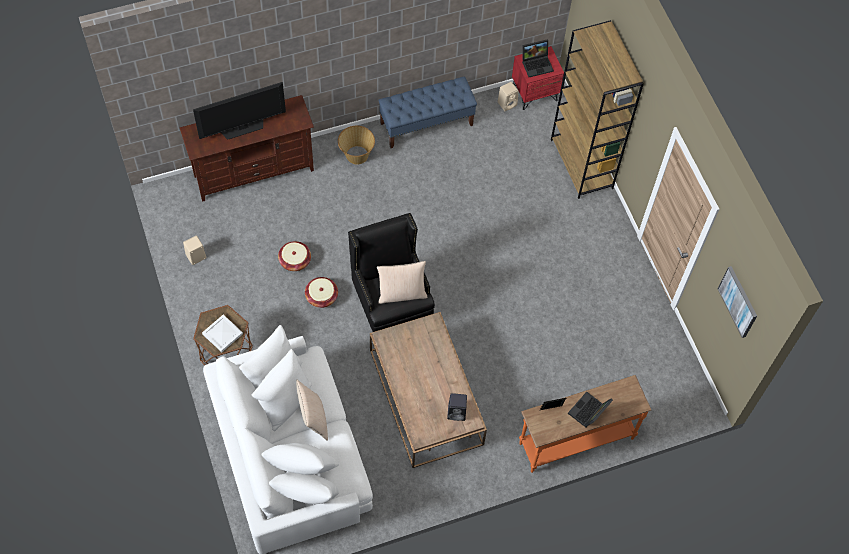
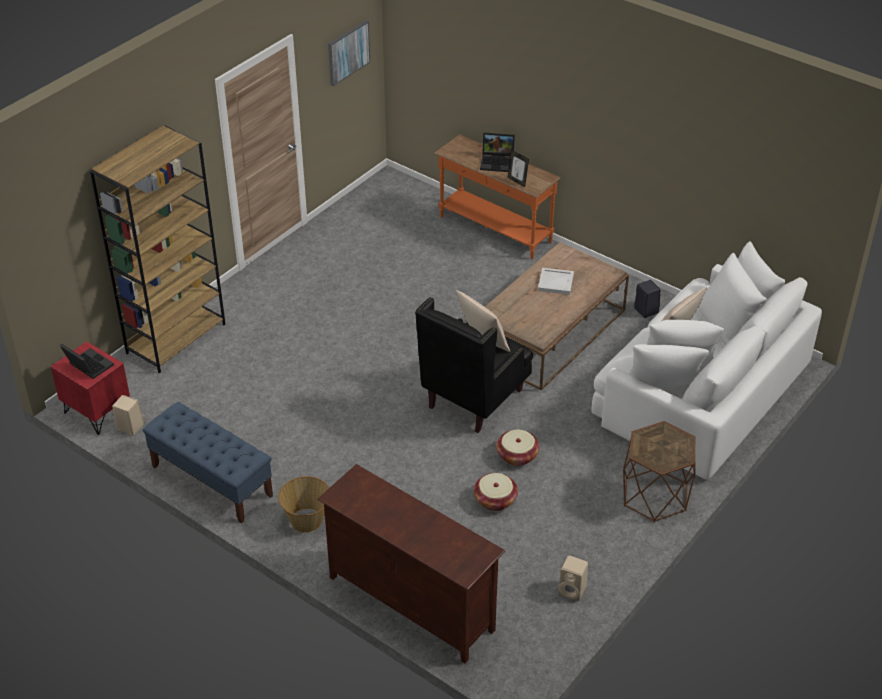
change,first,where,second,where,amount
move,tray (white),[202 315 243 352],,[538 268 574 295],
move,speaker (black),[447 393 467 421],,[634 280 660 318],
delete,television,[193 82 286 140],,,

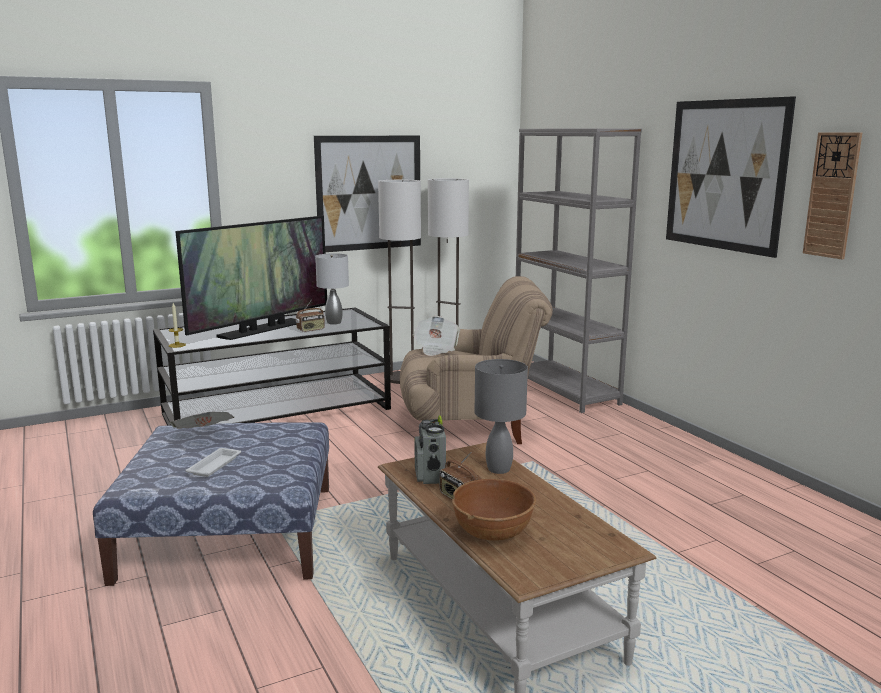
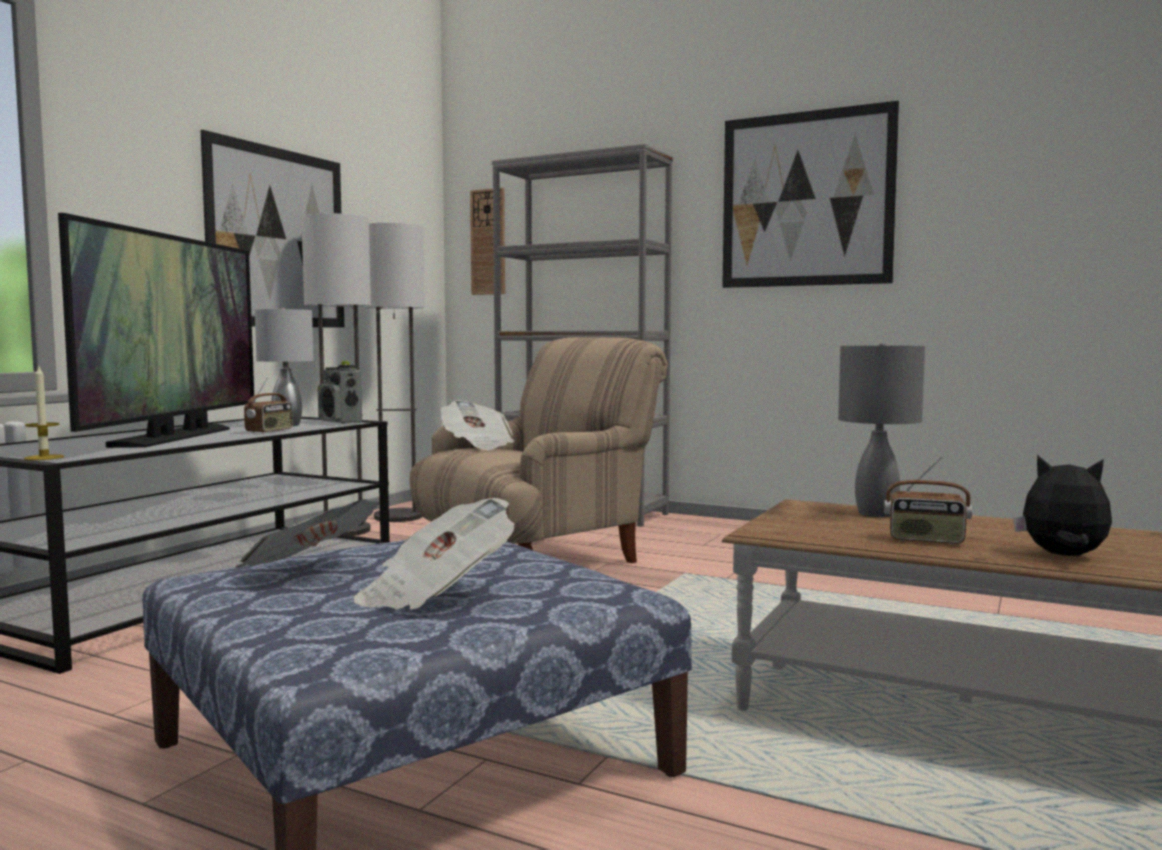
change,first,where,second,where,amount
move,radio,[414 415 446 484],,[318 361 362 424],
replace,tray (white),[186 448 241 477],newspaper,[354 498 515 610],
move,wall clock,[803 132 862 259],,[470 188 505 295],
replace,bowl (brown),[452 479 536 541],plush toy,[1013 455 1112 556],

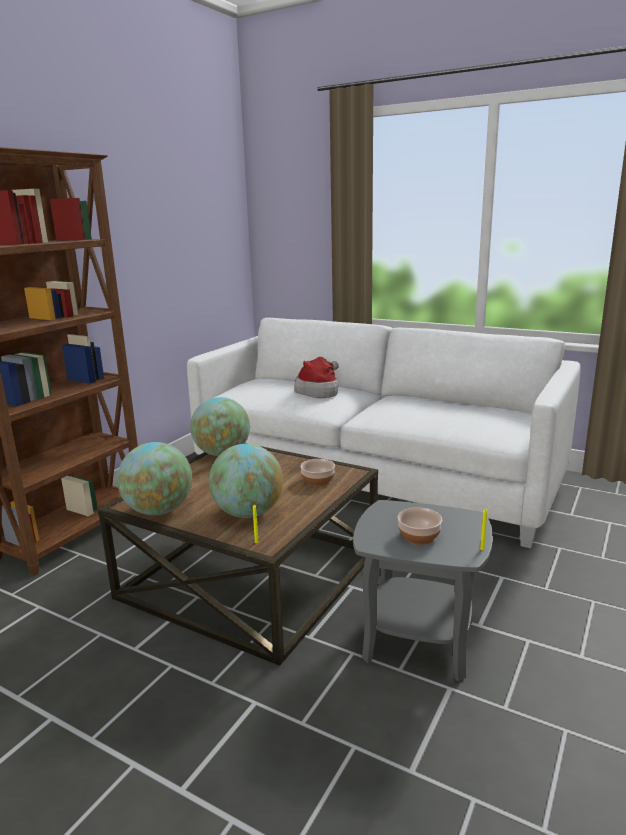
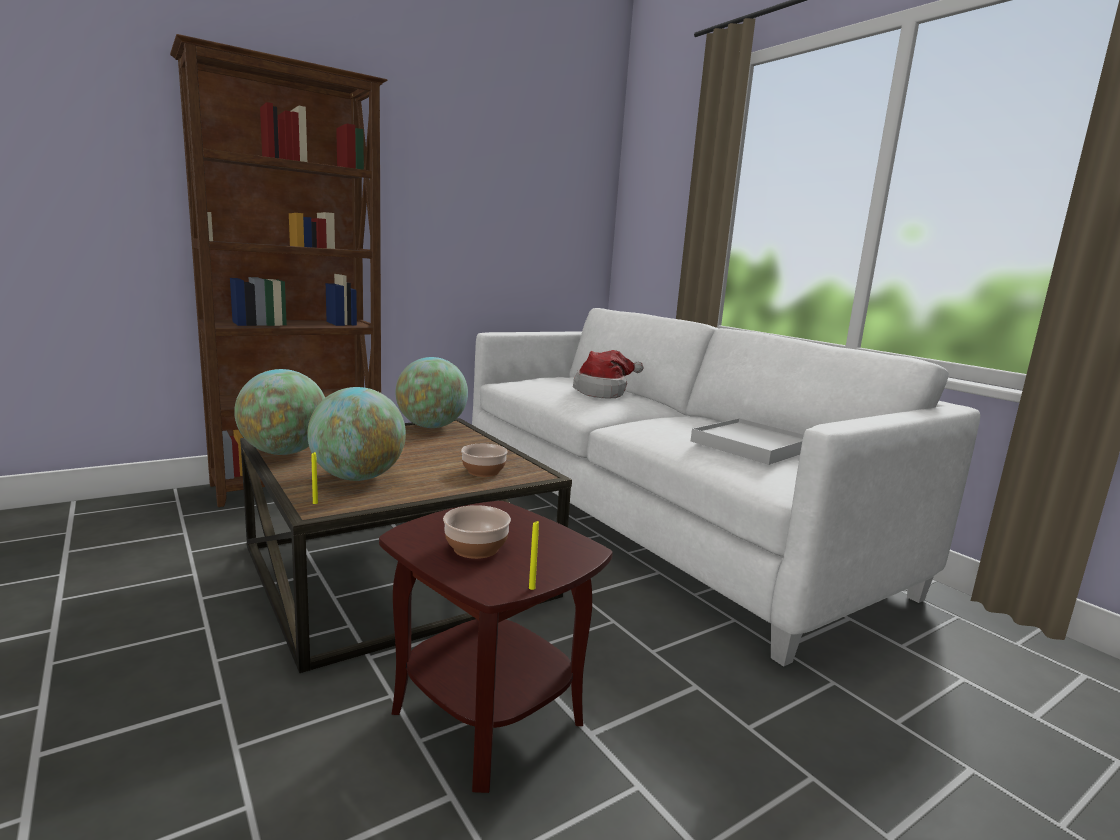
change,first,where,second,where,amount
recolor,side table (grey),[353 500 493 681],side table (brown),[379 501 613 793],
insert,,,tray (white),[691 418 804 465],

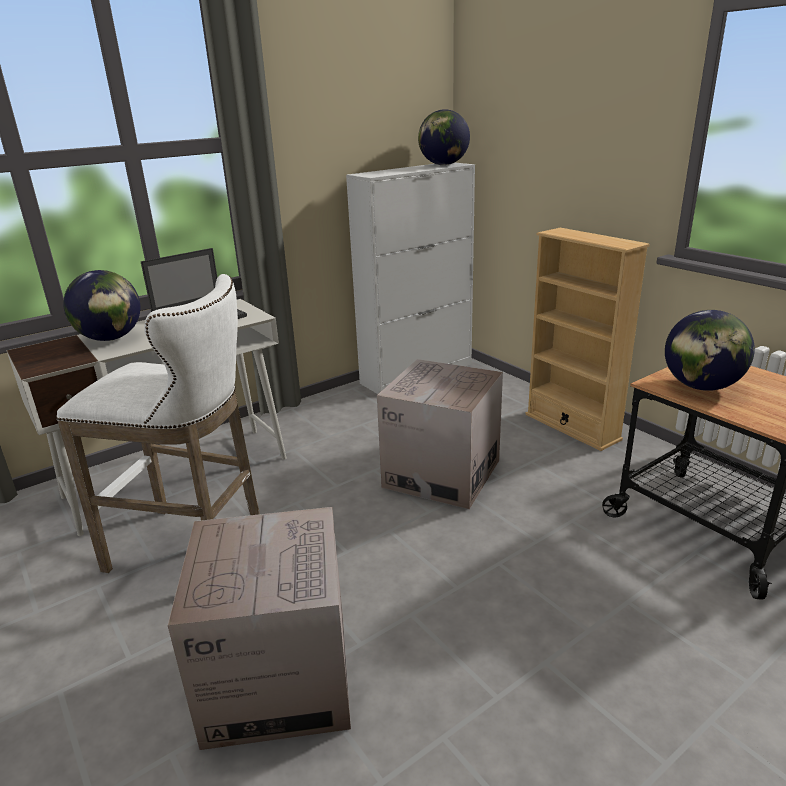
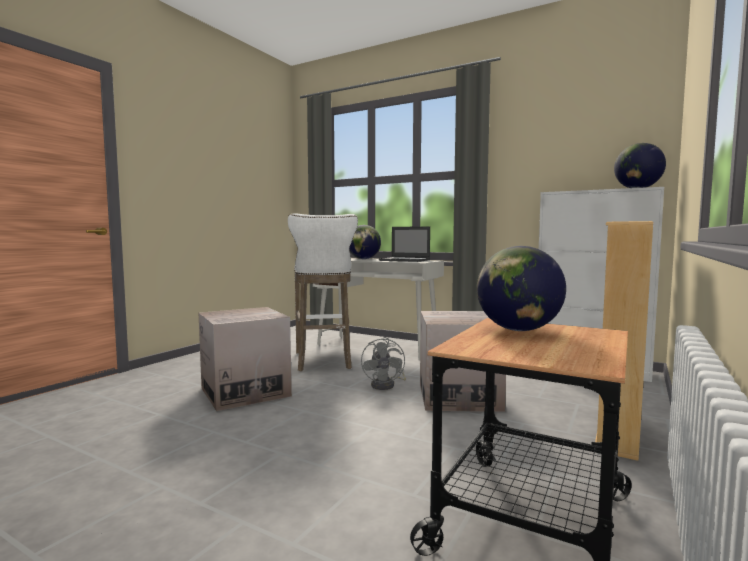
change,first,where,second,where,amount
insert,,,fan (grey),[361 337 406 390],

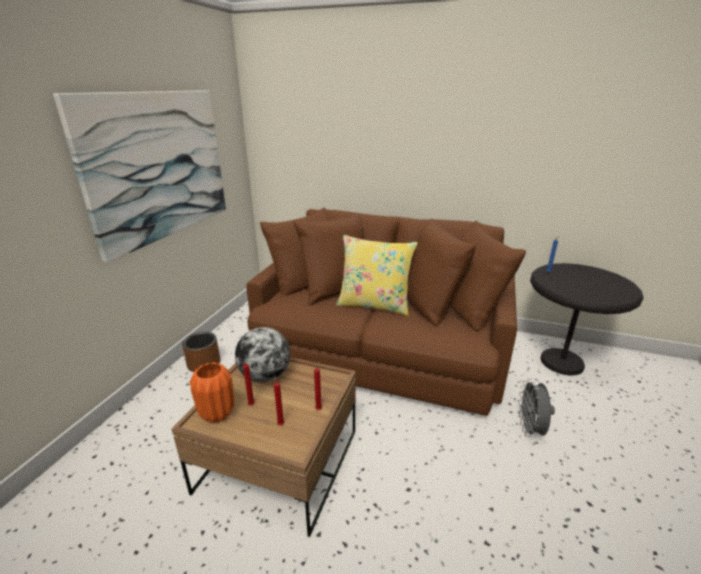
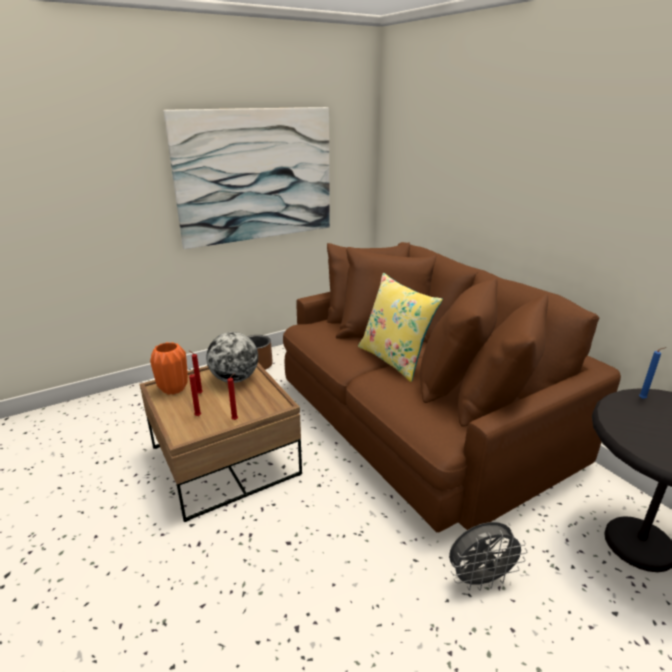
change,first,where,second,where,amount
rotate,fan (grey),[518 379 555 437],,[449 522 528 591],150 degrees counterclockwise

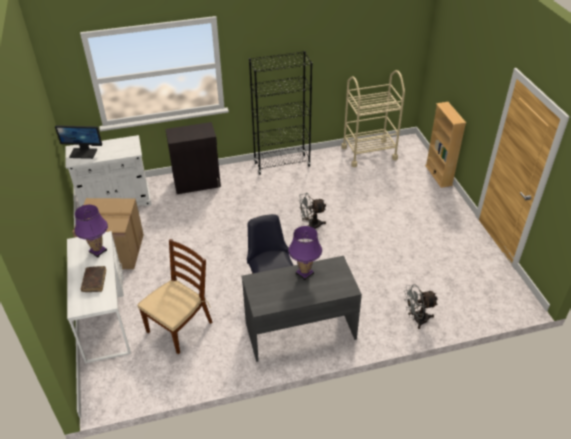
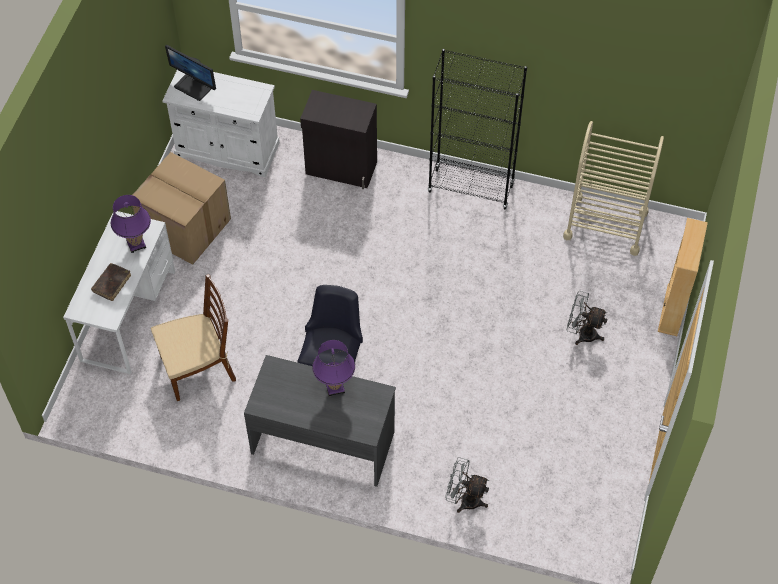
change,first,where,second,where,amount
move,fan (grey),[299 193 326 229],,[567 291 607 345],

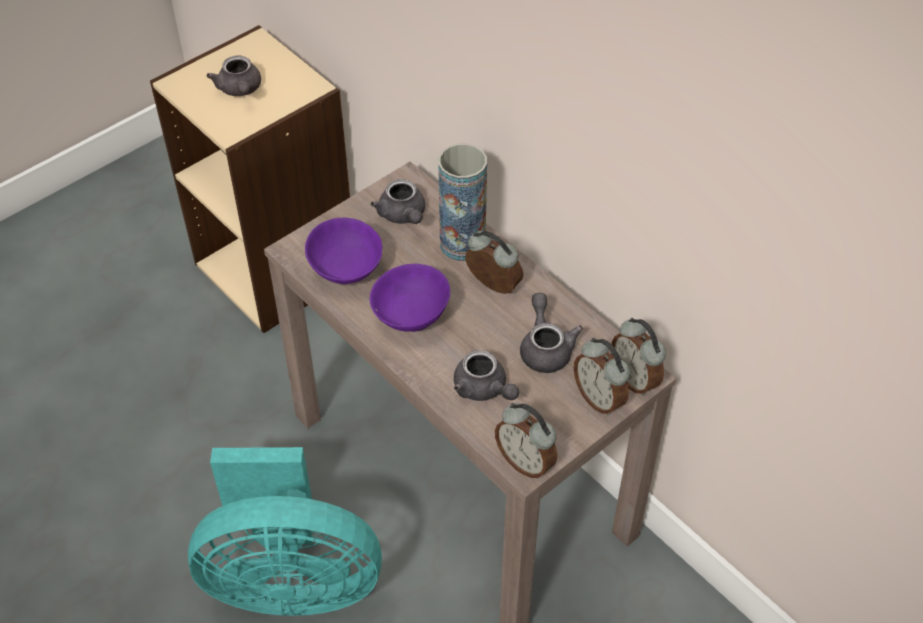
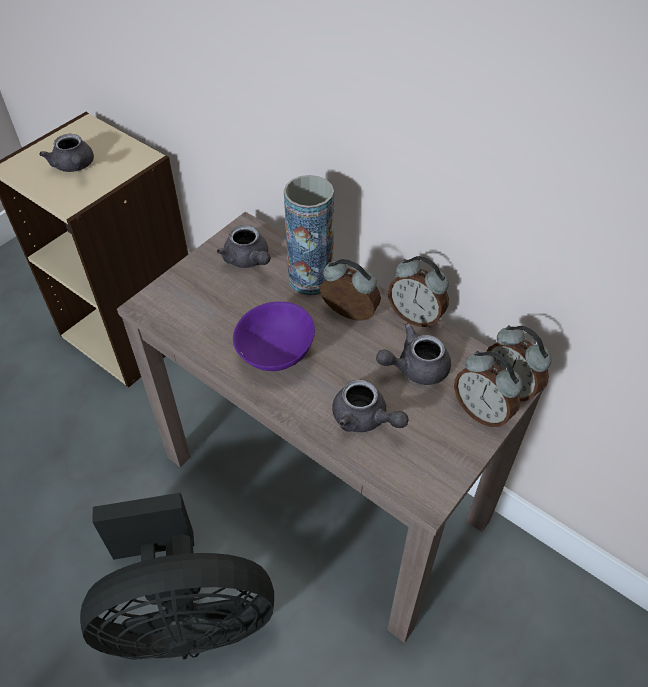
change,first,where,second,where,amount
recolor,fan (turquoise),[188 447 382 616],fan (black),[80 493 274 660],
rotate,teapot (grey),[520 293 583 373],,[376 323 451 385],90 degrees counterclockwise
move,alarm clock,[495 403 557 479],,[388 256 449 328],
delete,bowl (purple),[305 218 382 284],,,

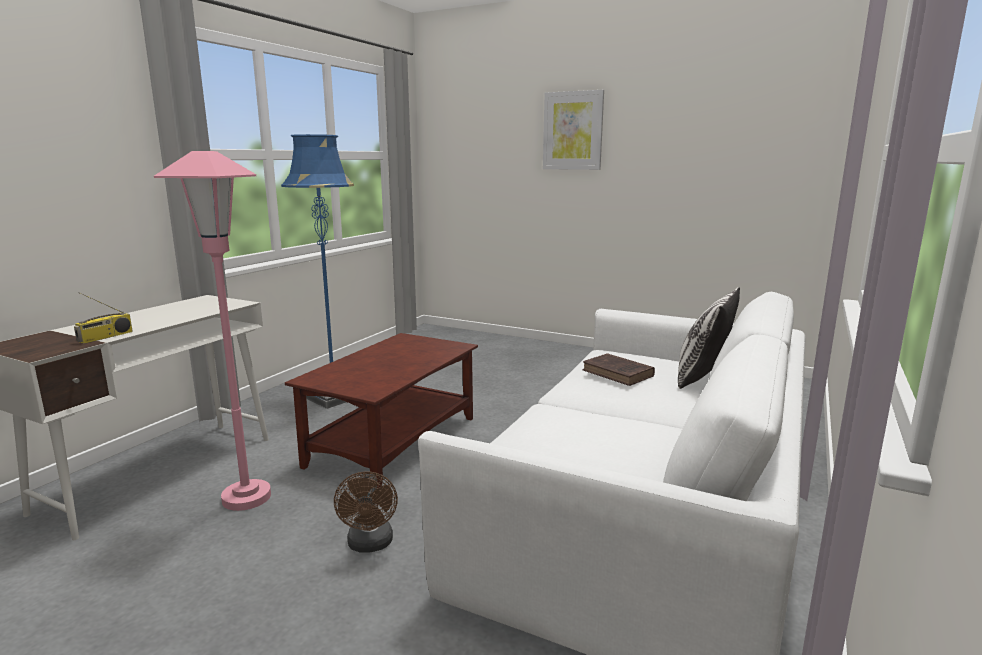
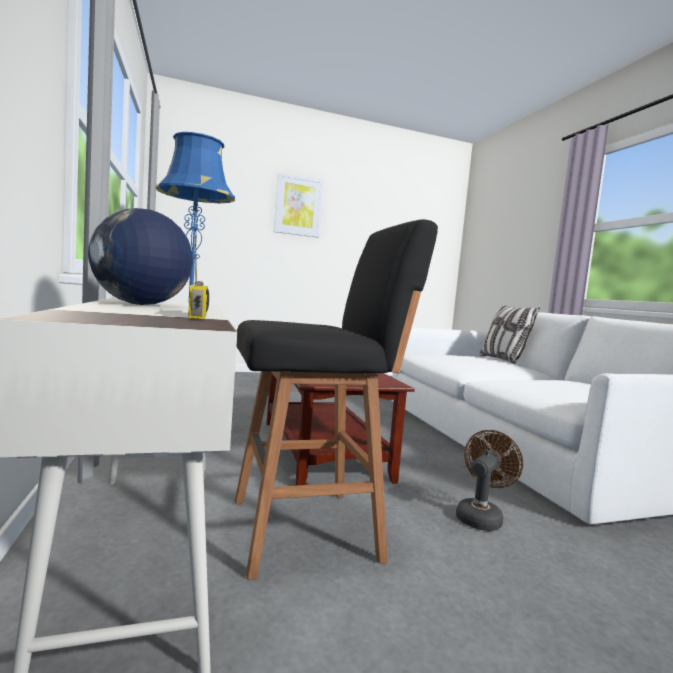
change,first,where,second,where,amount
insert,,,globe,[88 208 193 305],
replace,floor lamp (pink),[154 151 271 511],stool (black),[235 219 438 580],
rotate,fan (brown),[334 471 398 553],,[456 430 523 531],90 degrees counterclockwise
delete,book (brown),[582 353 655 386],,,

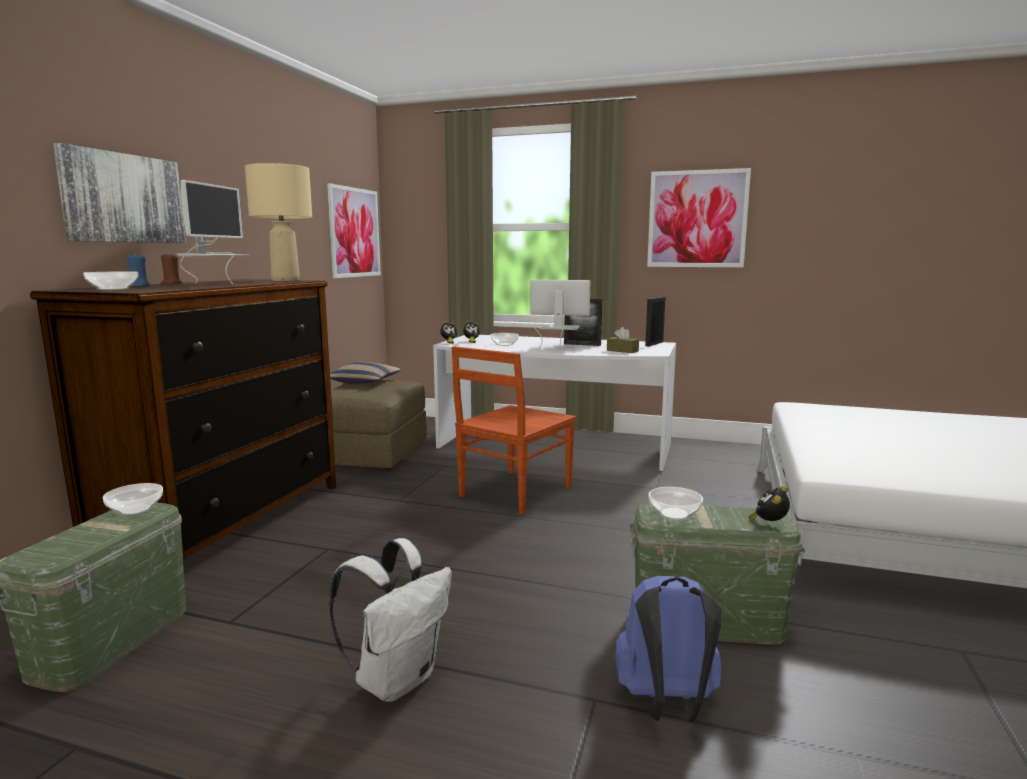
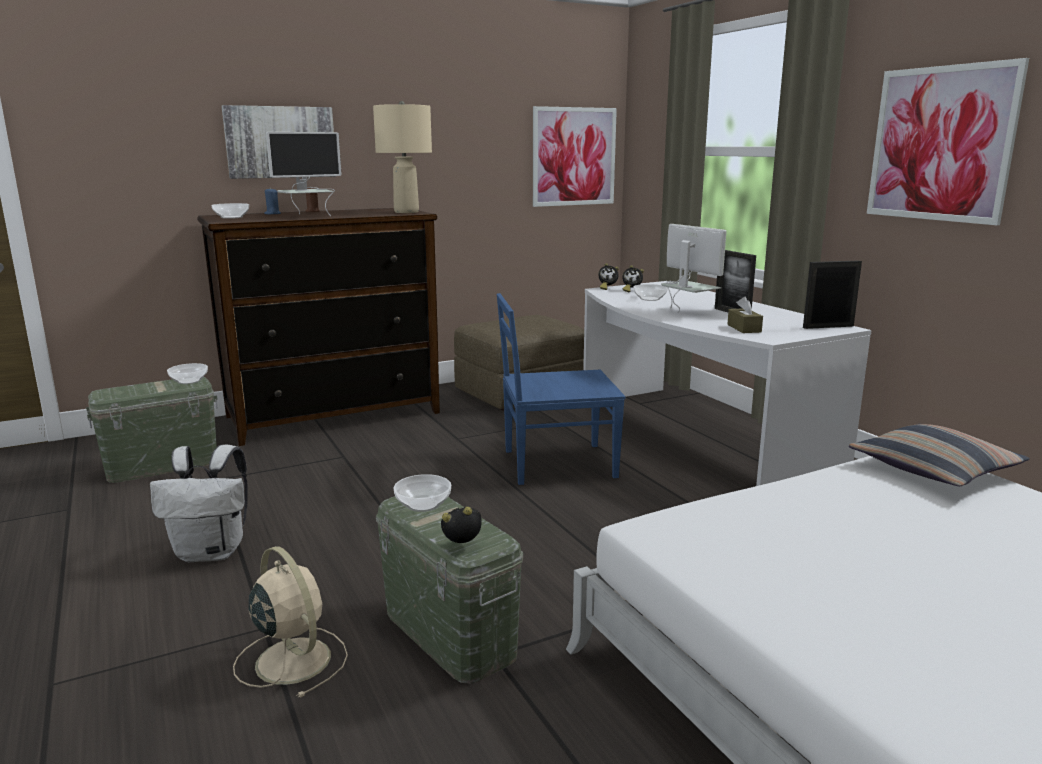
change,first,where,second,where,amount
replace,backpack (blue),[615 576 722 722],fan (beige),[233 546 348 698],
recolor,chair (brown),[452 346 576 514],chair (blue),[497 293 626 485],
move,pillow,[330 362 403 384],,[849 424 1030 486],

